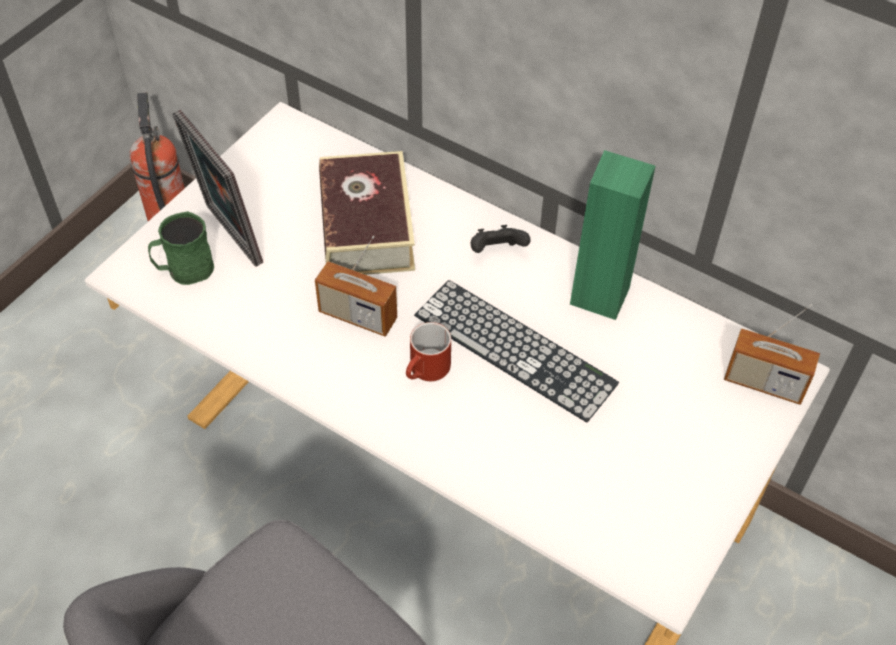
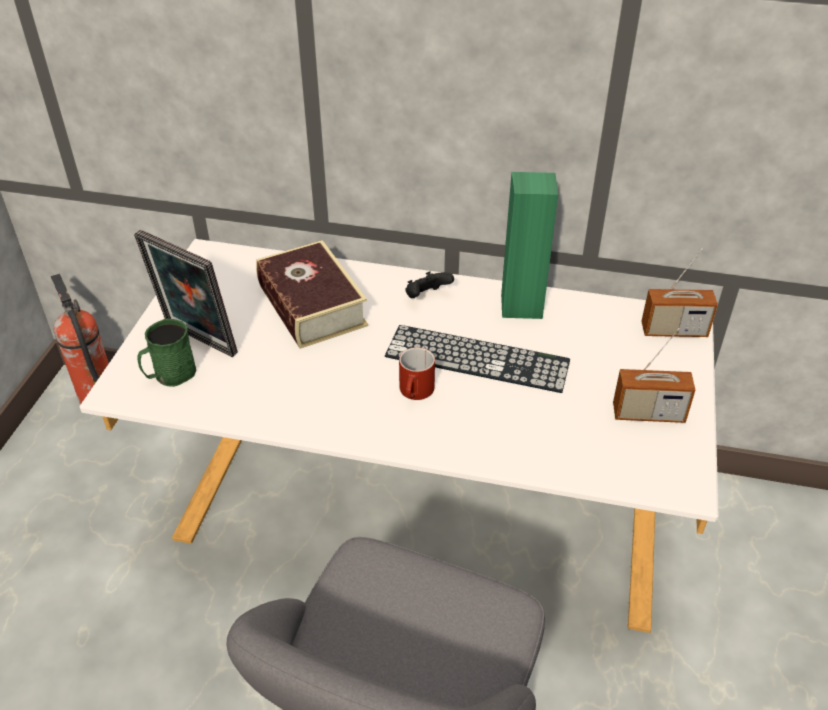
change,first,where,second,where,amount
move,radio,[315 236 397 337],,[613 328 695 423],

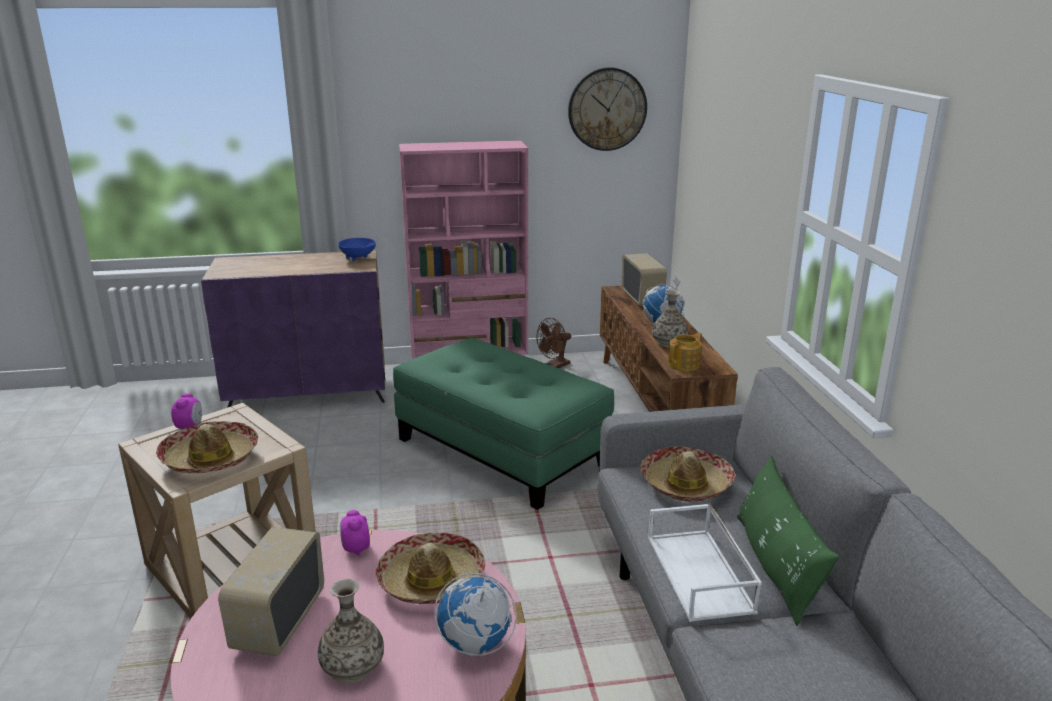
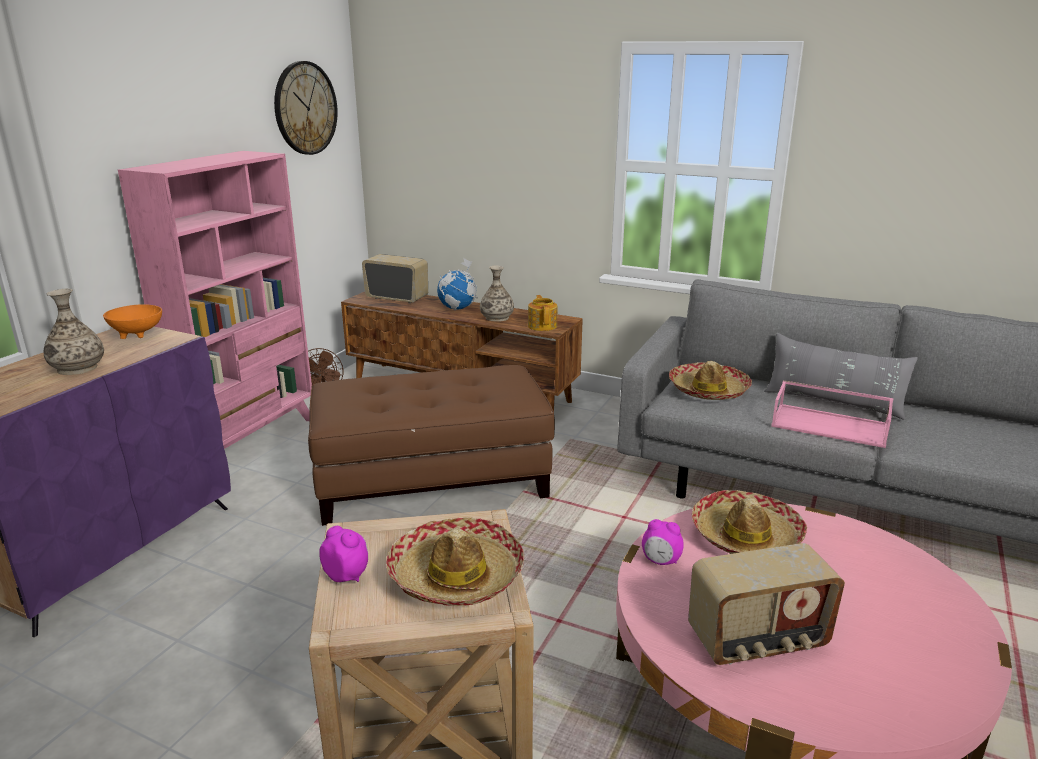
change,first,where,second,where,amount
move,vase,[318 578 384 683],,[44 289 104 375],
recolor,bowl (blue),[338 238 376 261],bowl (orange),[103 304 162 339],
recolor,ottoman (green),[393 338 614 510],ottoman (brown),[308 365 555 526],
rotate,radio,[218 527 324 656],,[688 543 845 665],60 degrees counterclockwise
recolor,pillow (green),[737 456 839 626],pillow (grey),[764 333 918 420],
recolor,tray (white),[648 504 762 622],tray (pink),[771 380 894 448],
delete,globe,[434 573 517 656],,,

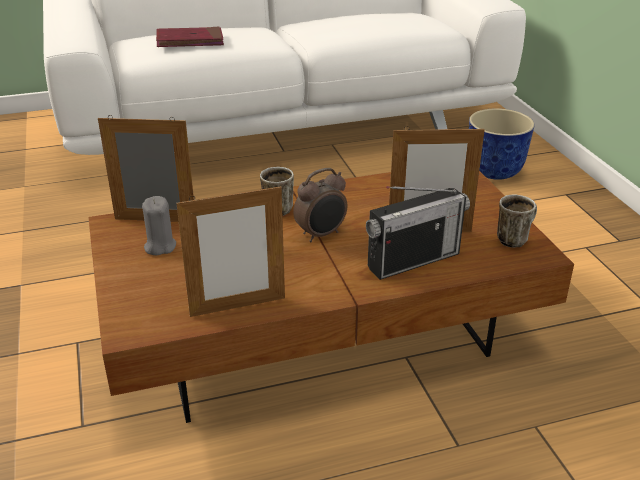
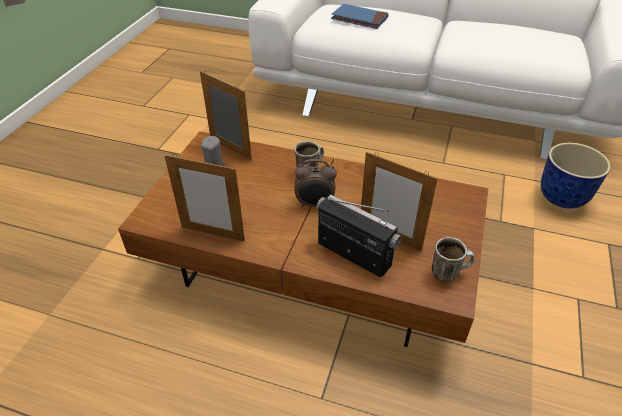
change,first,where,second,where,amount
rotate,radio,[366 186 470 280],,[316 194 402 277],150 degrees counterclockwise
recolor,book (red),[156 26 224 47],book (blue),[331 4 389 29],

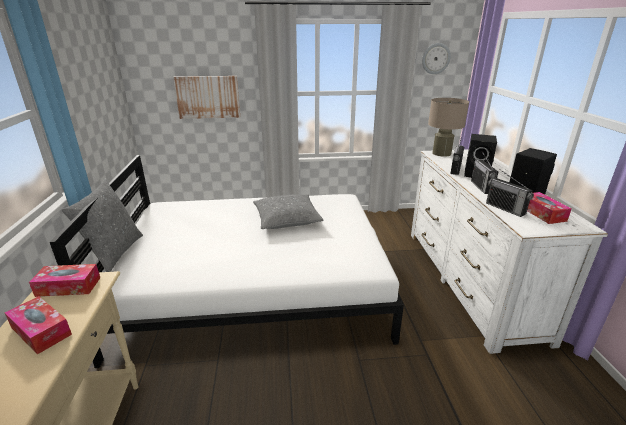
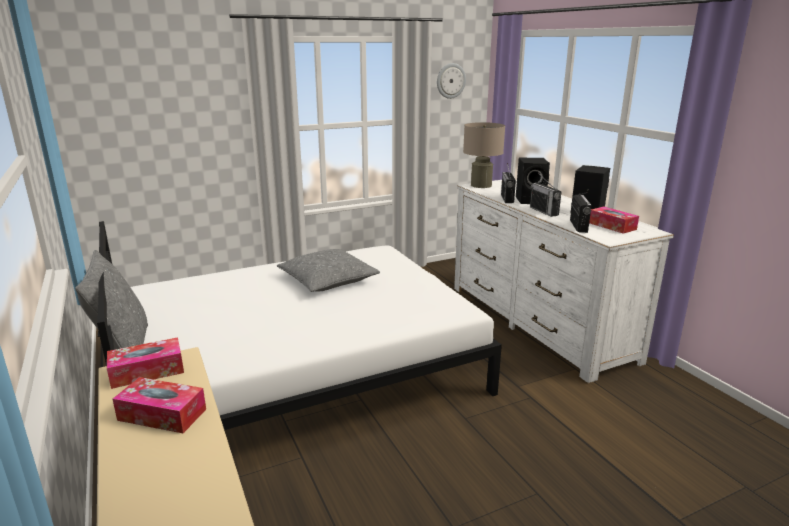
change,first,where,second,where,amount
rotate,radio,[486 169 534 217],,[570 192 592 233],120 degrees counterclockwise
delete,picture,[173 76 240 119],,,

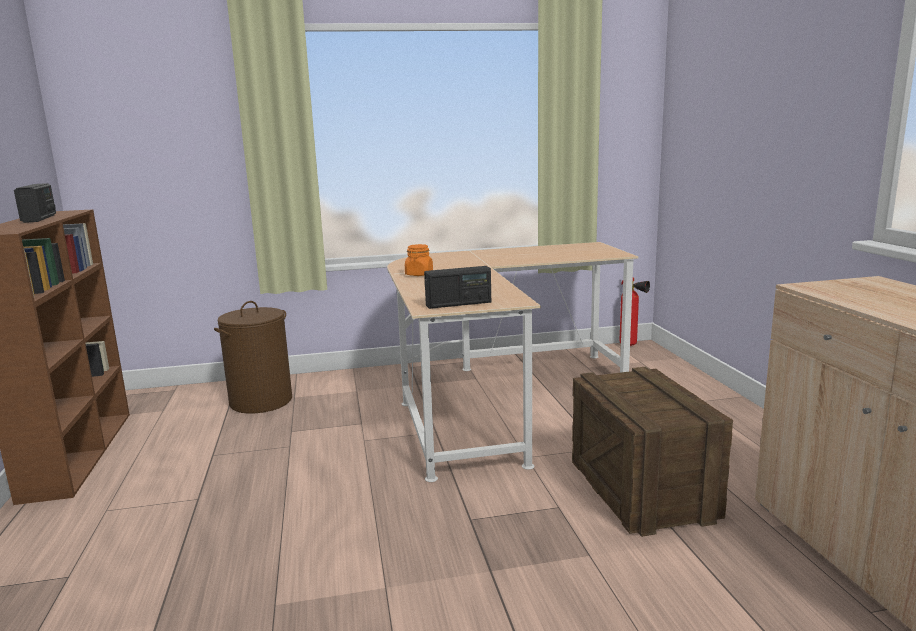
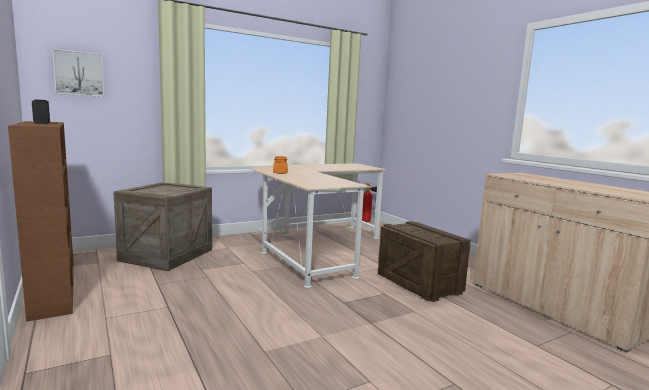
change,first,where,second,where,amount
insert,,,picture,[52 49 104 97],
replace,laundry basket (brown),[214 301 292 414],crate,[114 182 212 271],
delete,radio,[424 266 491 309],,,

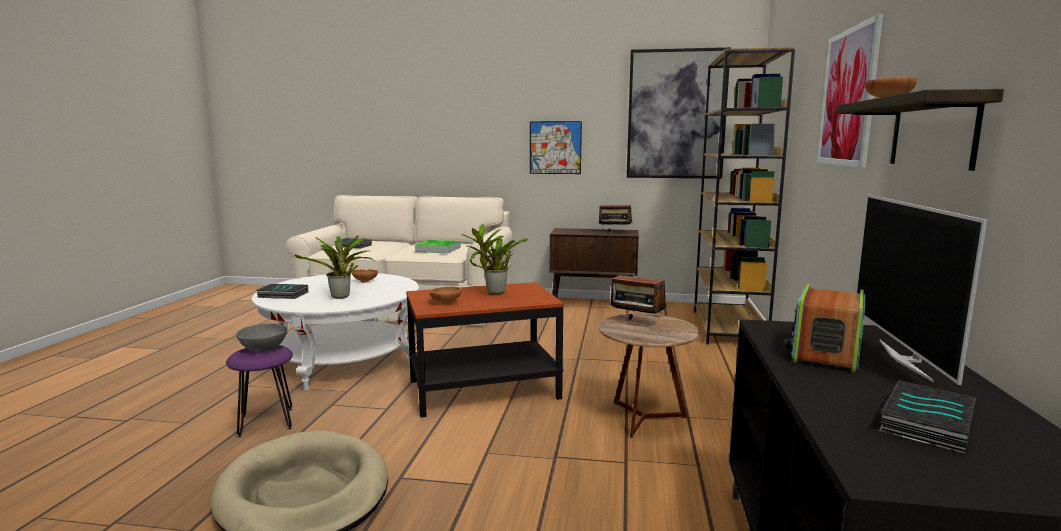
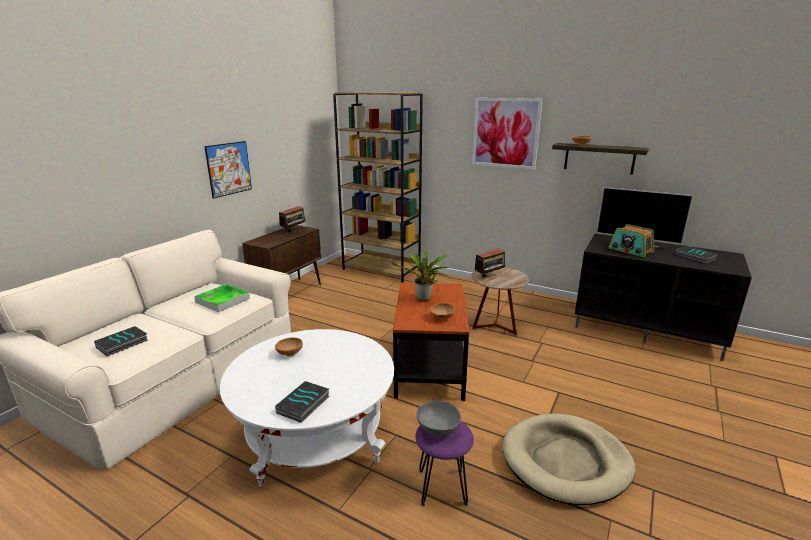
change,first,where,second,where,amount
delete,potted plant,[294 236 373 299],,,
delete,picture,[627 47 731 179],,,

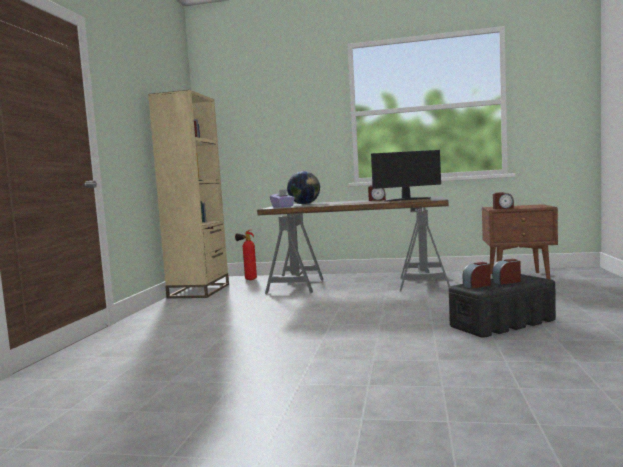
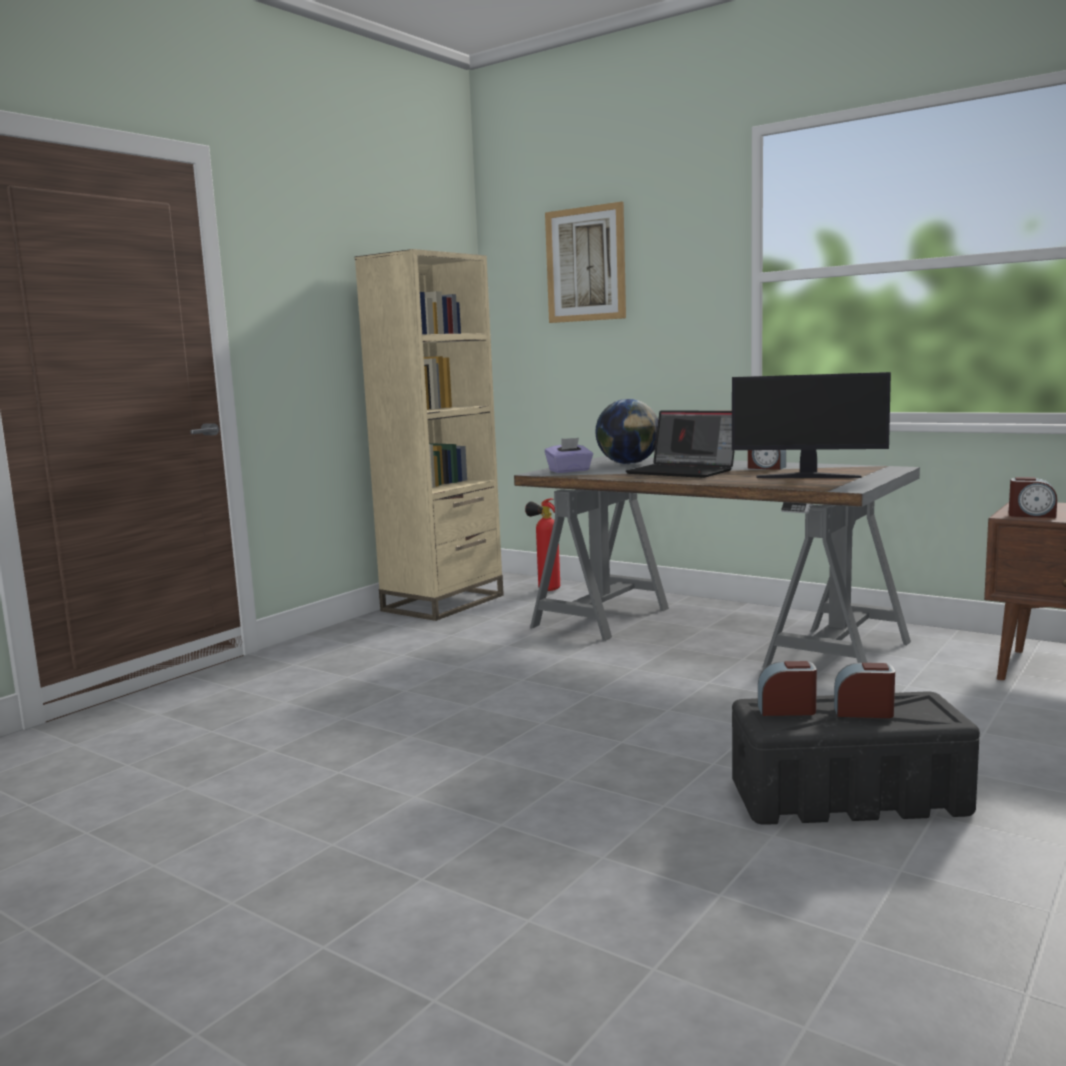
change,first,where,second,where,amount
insert,,,picture,[545 201 626 323],
insert,,,laptop,[626 410 735 478],

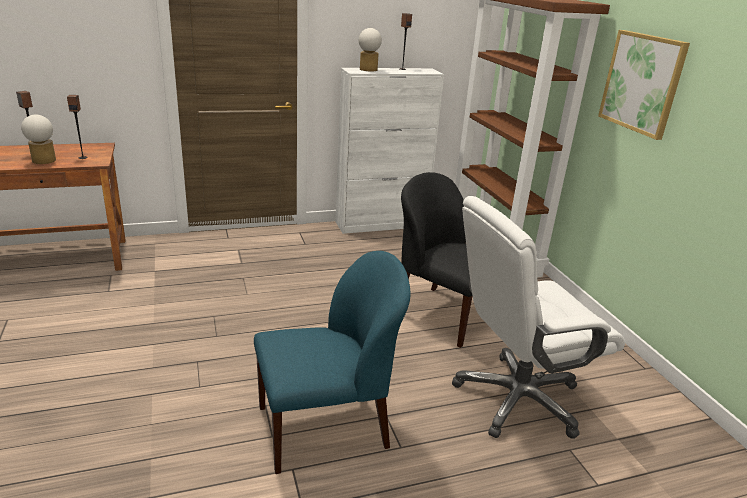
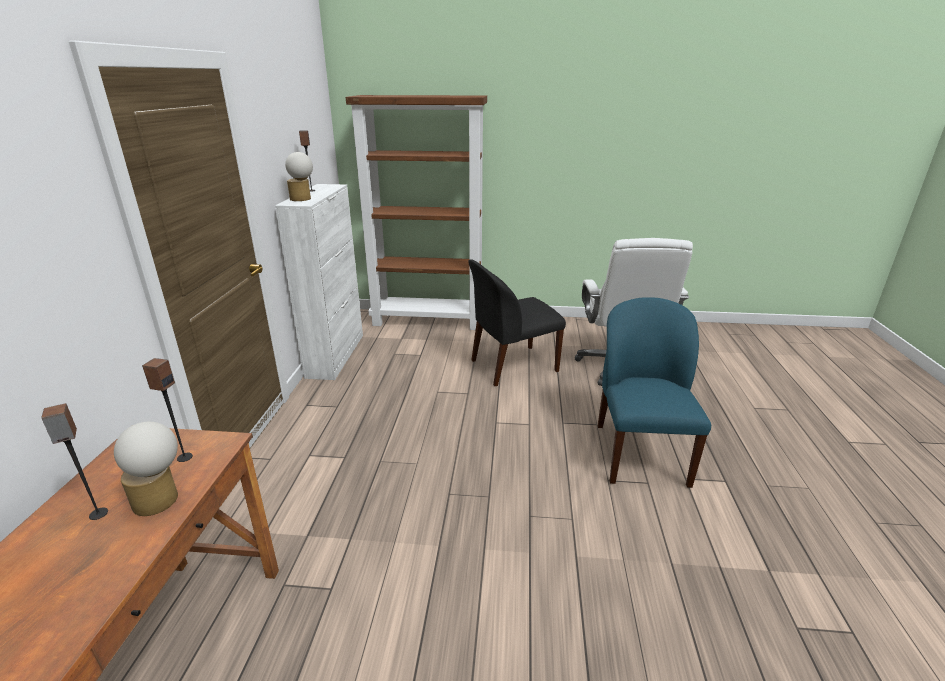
change,first,where,second,where,amount
delete,picture,[598 30 690 140],,,

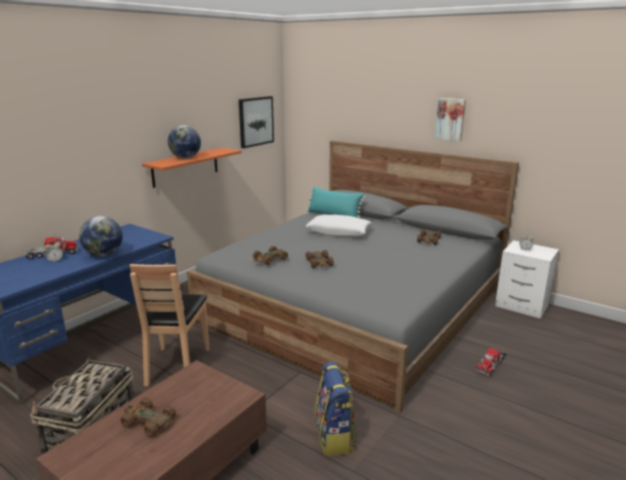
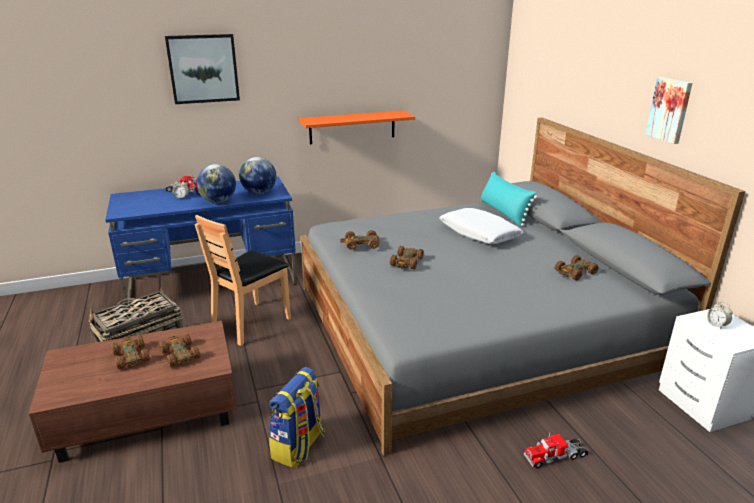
change,first,where,second,where,amount
insert,,,toy car (brown),[159 333 200 367],
move,picture,[239 96 274 148],,[165 34 240 104],
move,globe,[168 125 201 159],,[239 157 276 194],

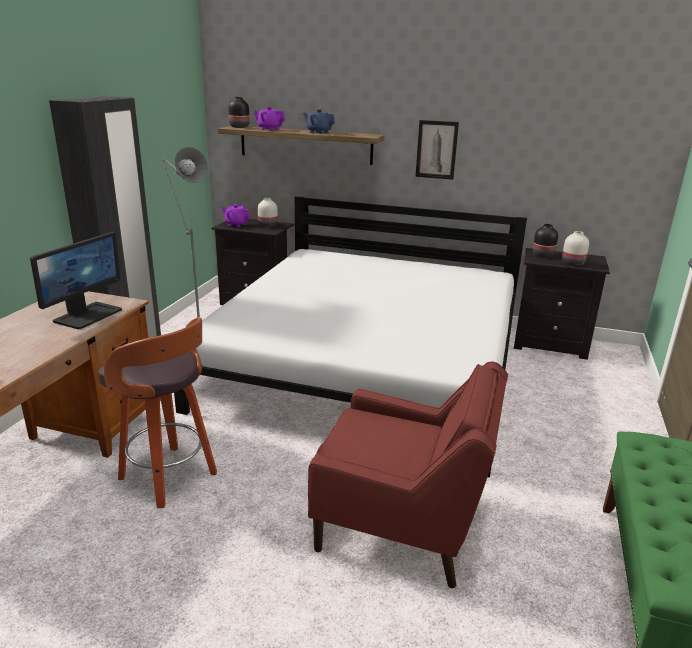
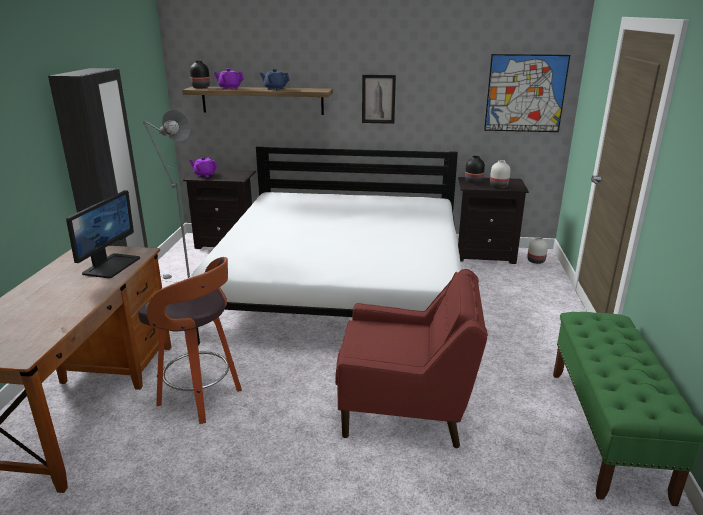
change,first,where,second,where,amount
insert,,,picture,[484 54 570 132],
move,vase (white),[258 198 278 227],,[527 237 548 264],

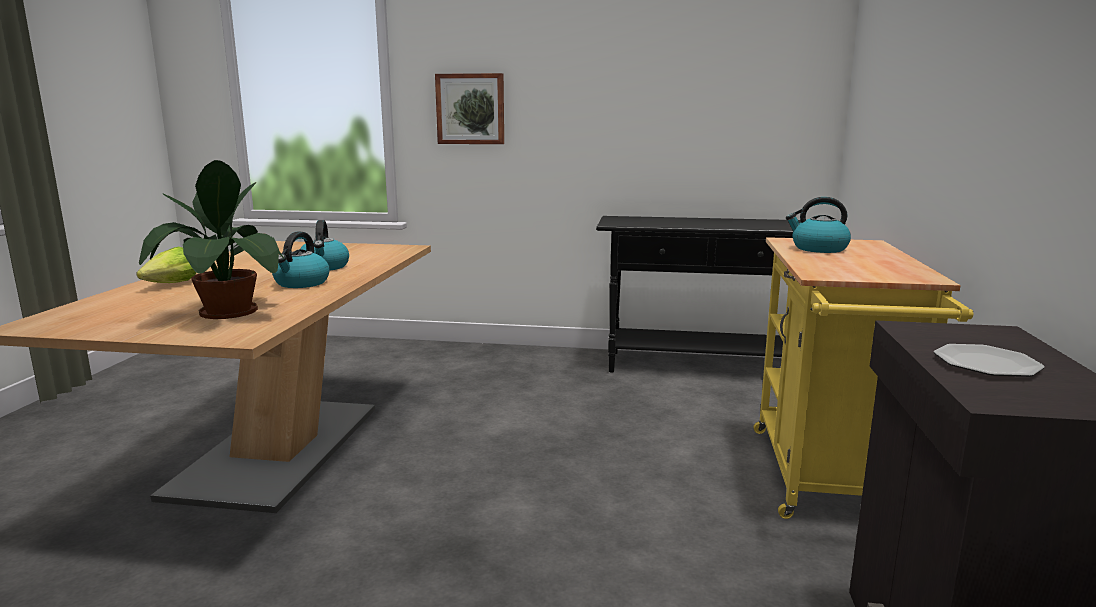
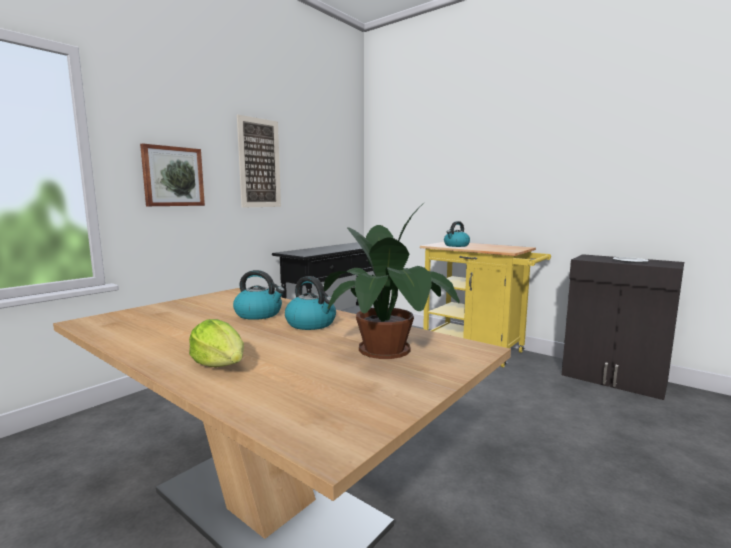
change,first,where,second,where,amount
insert,,,picture,[237 115 281 208],

